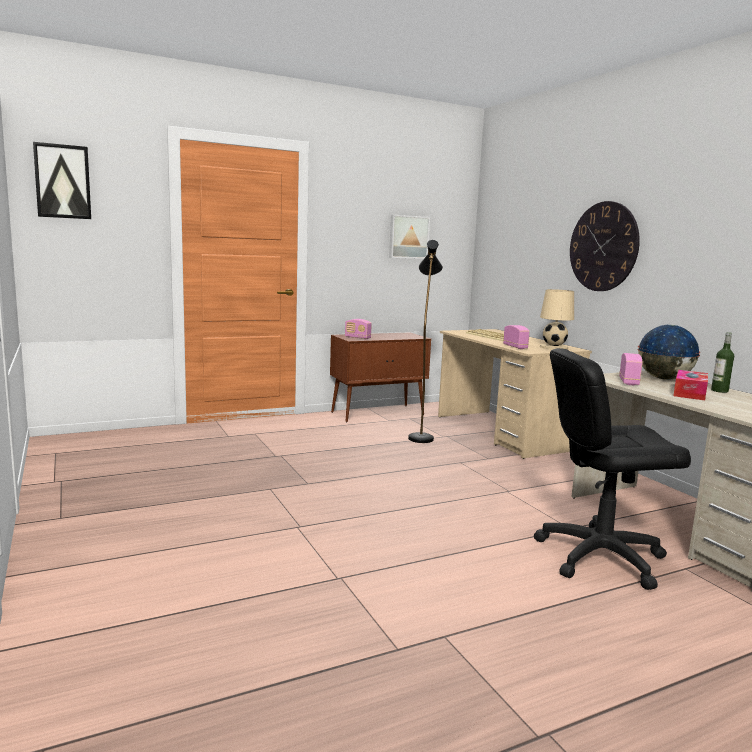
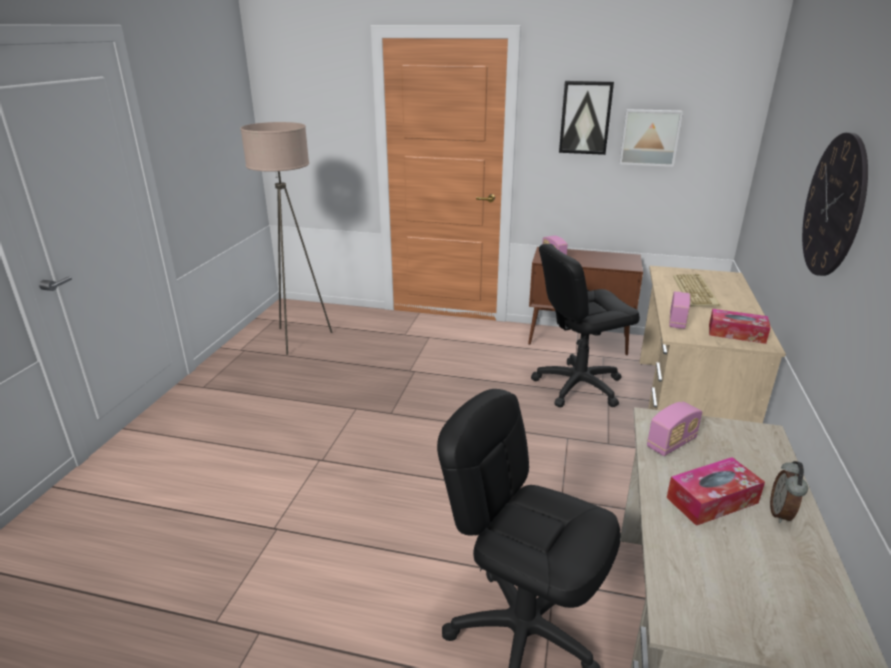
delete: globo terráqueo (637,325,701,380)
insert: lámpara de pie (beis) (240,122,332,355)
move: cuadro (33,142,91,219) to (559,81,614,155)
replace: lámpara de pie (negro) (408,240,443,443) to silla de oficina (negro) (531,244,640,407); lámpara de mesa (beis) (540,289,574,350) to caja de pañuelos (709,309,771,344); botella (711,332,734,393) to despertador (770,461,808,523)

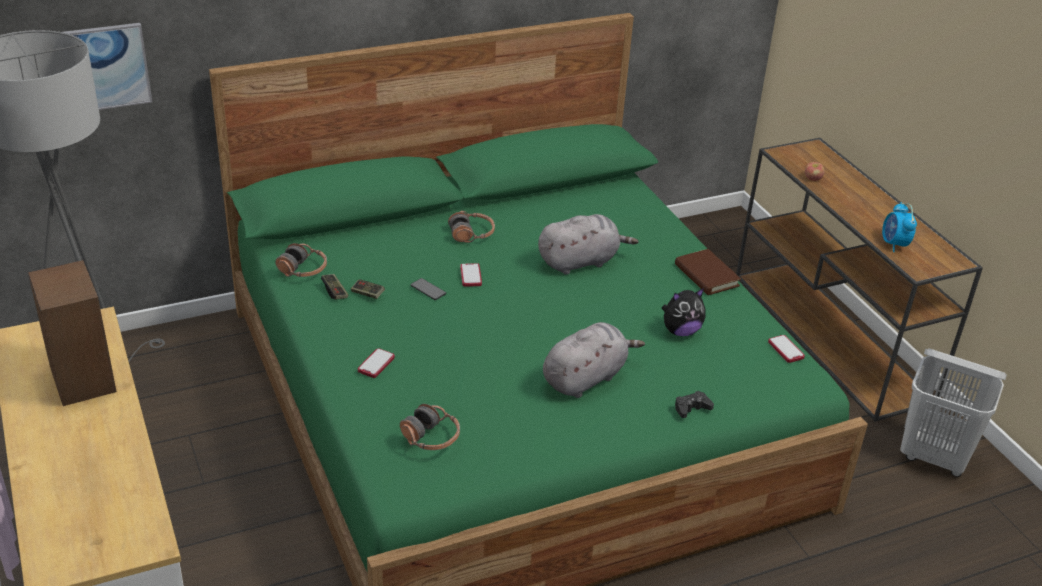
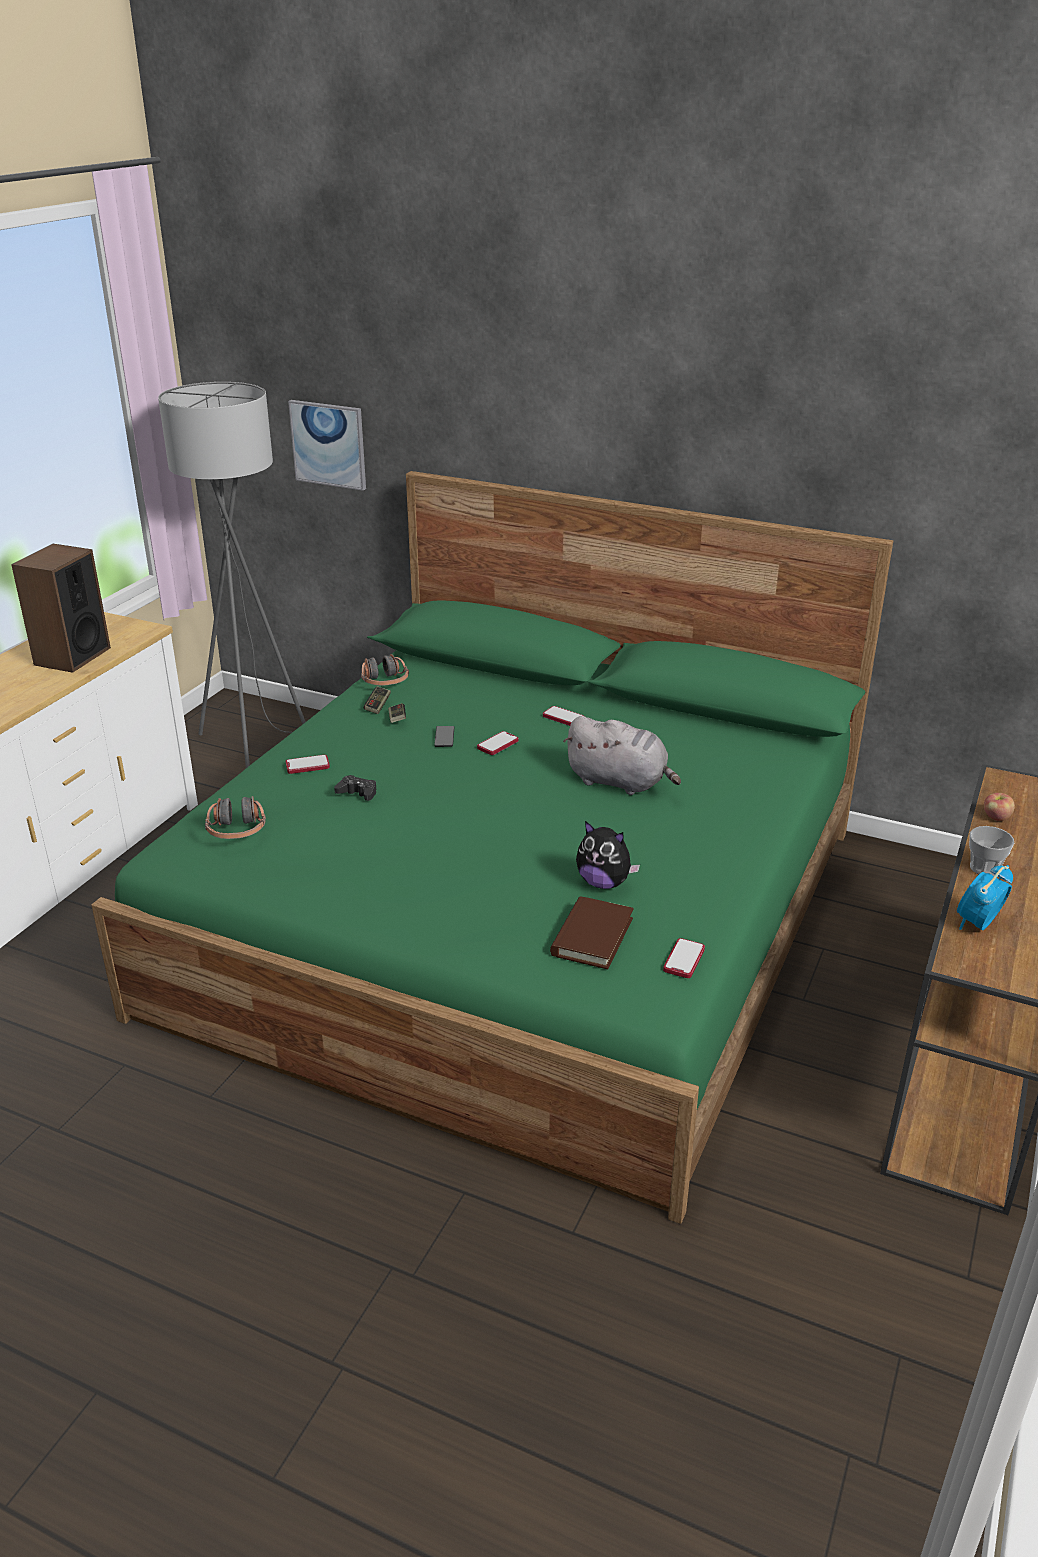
delete: peluche (gris) (543,322,645,398); cesto de la ropa (blanco) (900,348,1007,477)
insert: taza (969,826,1014,876)
move: libro (marrón) (675,249,741,295) to (550,896,634,969); mando de consola (negro) (675,391,714,418) to (334,775,376,801)
replace: auriculares (448,211,495,243) to móvil (543,706,584,726)

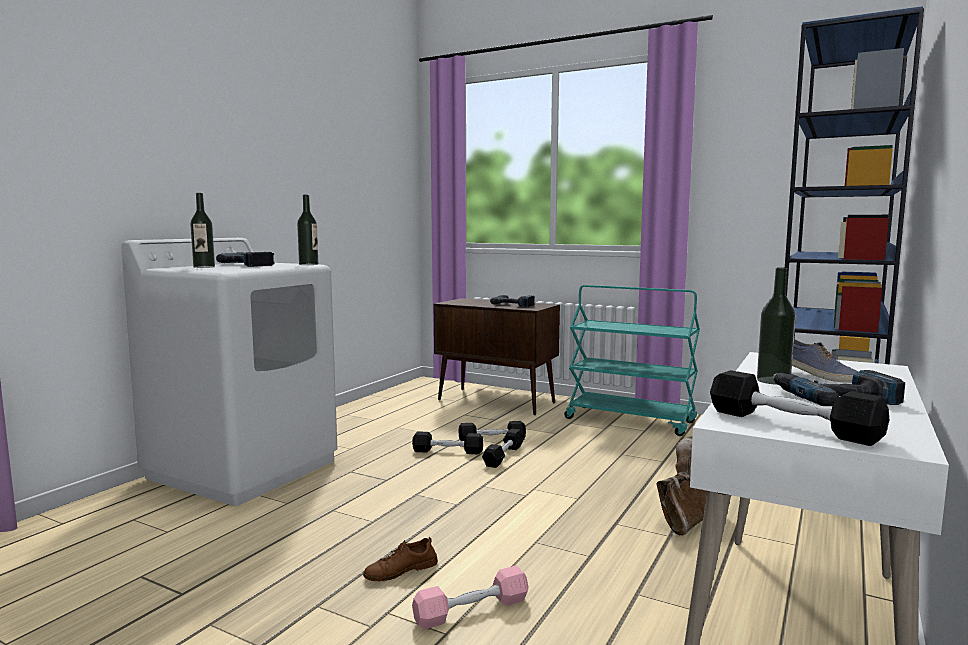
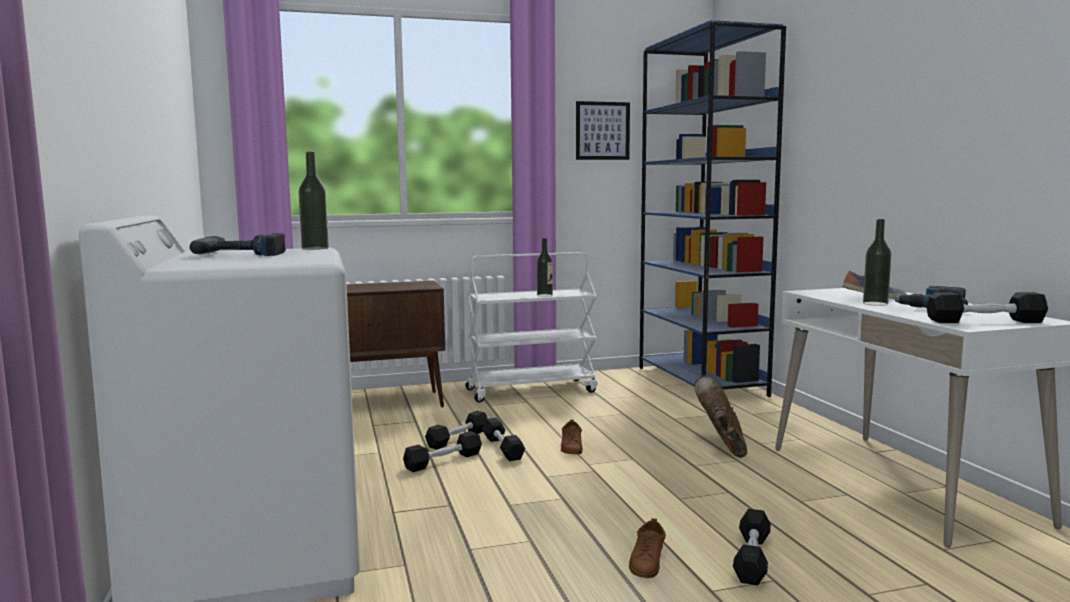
delete: taladro (490,295,535,307)
insert: cuadro (576,101,630,160); zapato (marrón) (561,420,583,454)
move: botella (190,193,215,268) to (537,238,553,297)
recolor: carrito (turquesa) (564,285,700,436) to carrito (blanco) (465,252,598,403); mancuerna (rosa) (412,566,528,629) to mancuerna (negro) (733,509,771,585)

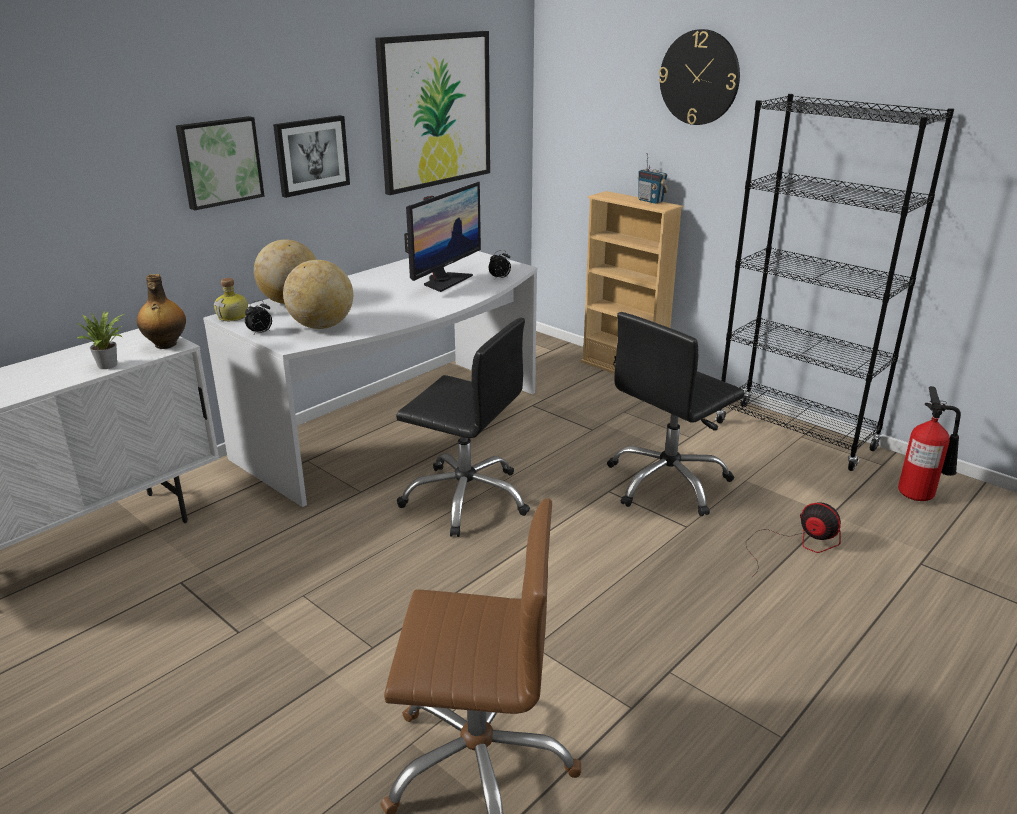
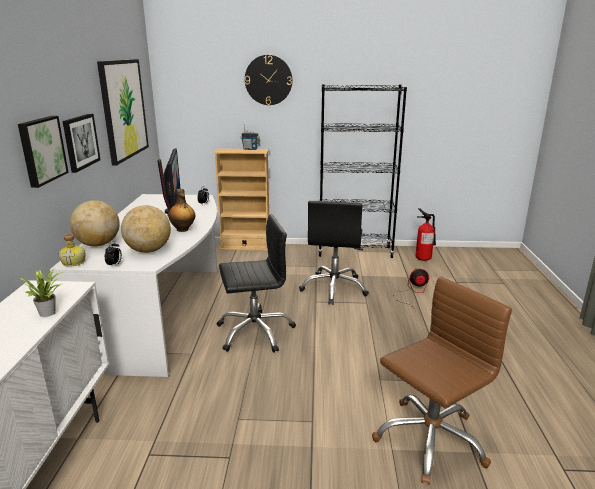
move: botella (137,274,186,349) to (168,189,195,232)

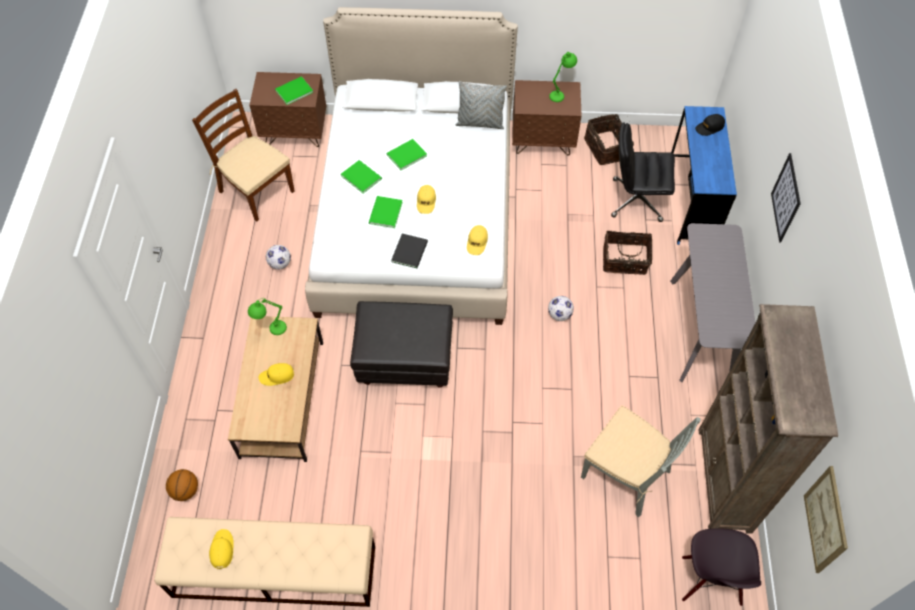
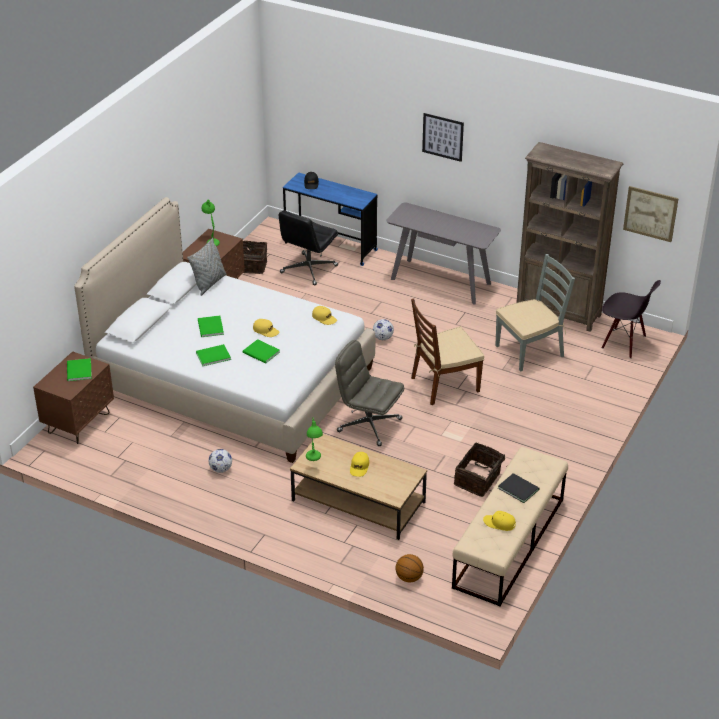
move: silla (marrón) (192,89,294,222) to (411,299,484,406); cesta (603,231,653,275) to (454,443,505,497); libro (negro) (391,234,428,268) to (498,473,539,503)
replace: puf (negro) (350,301,453,388) to silla de oficina (gris) (335,340,404,446)

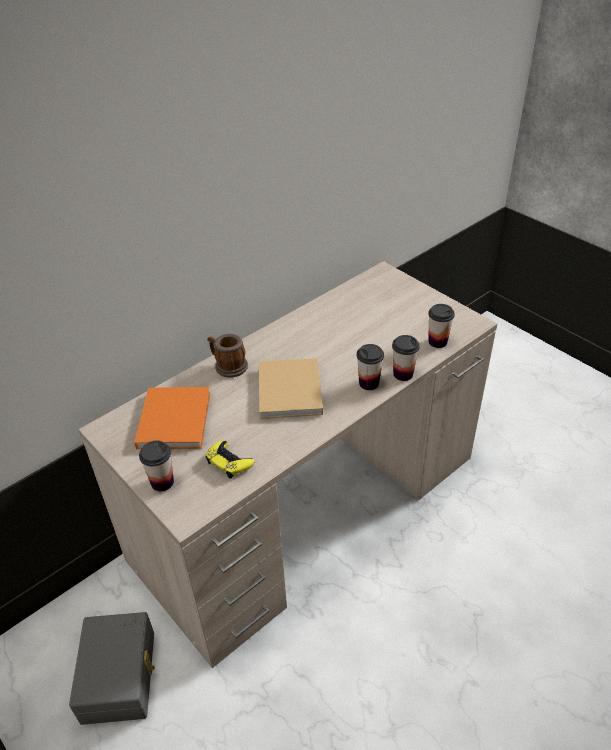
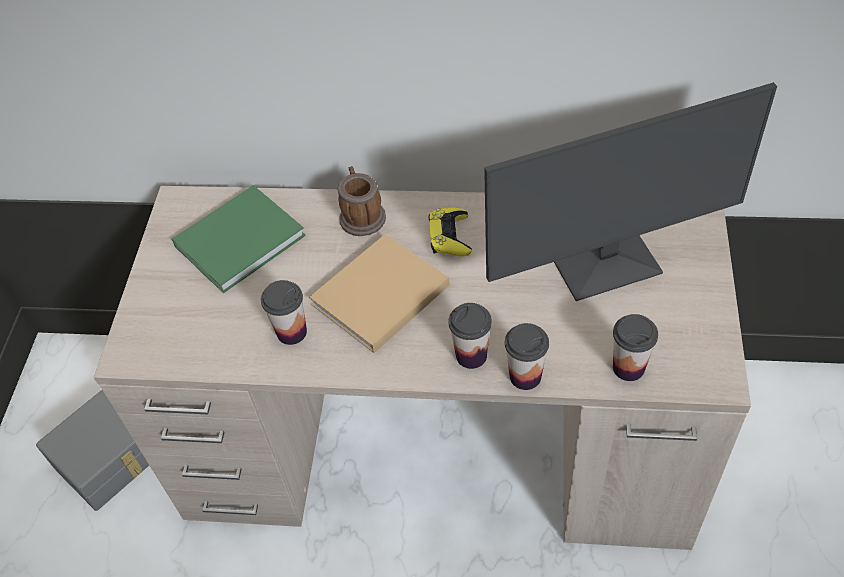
insert: monitor (484,82,777,301)
move: taza (139,440,174,491) to (261,280,307,345); mando de consola (amarillo) (206,441,254,479) to (429,207,472,257)
recolor: libro (naranja) (134,387,210,449) to libro (verde) (172,185,306,293)

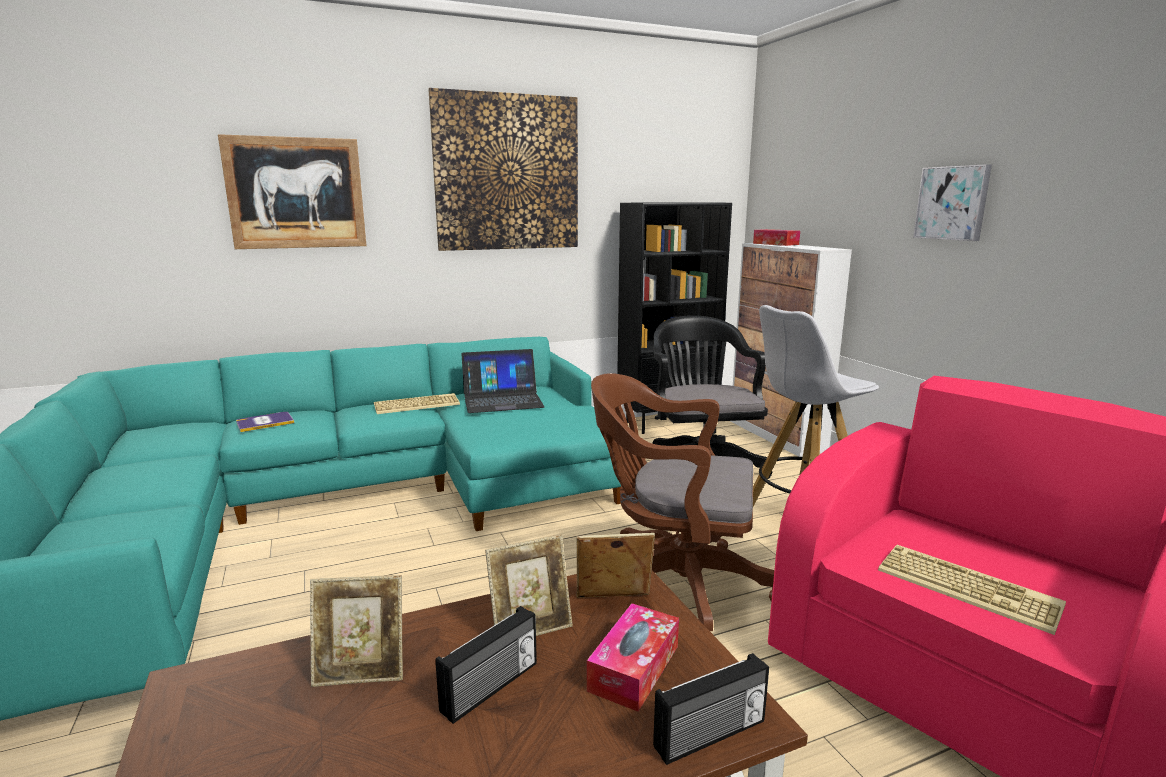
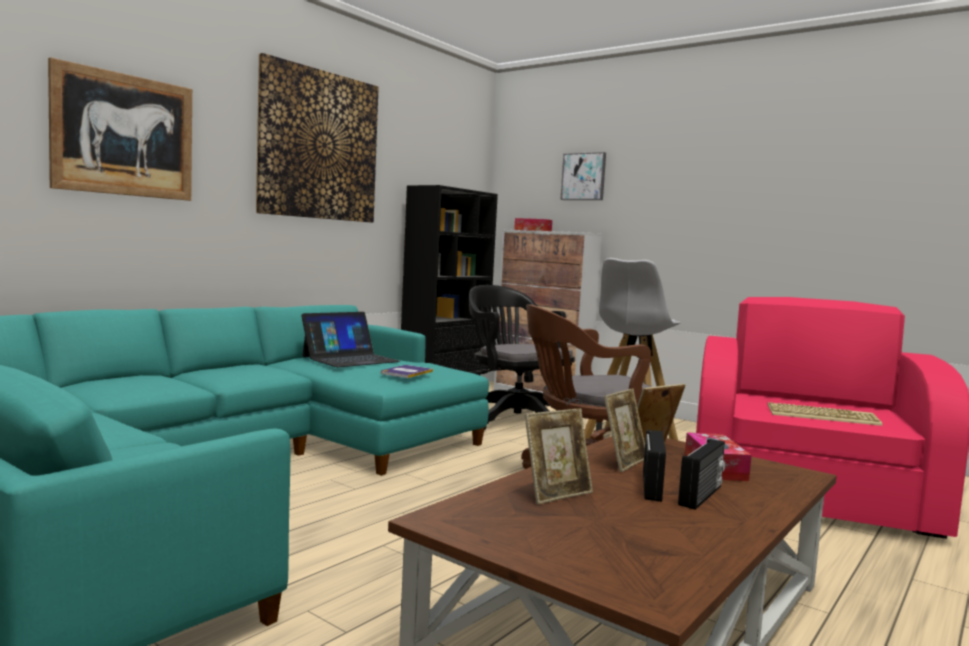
delete: teclado (374,393,460,414)
move: cuadro (913,164,992,241) to (560,152,606,200); libro (236,412,294,432) to (381,365,433,378); radio (653,653,769,765) to (678,439,725,510)

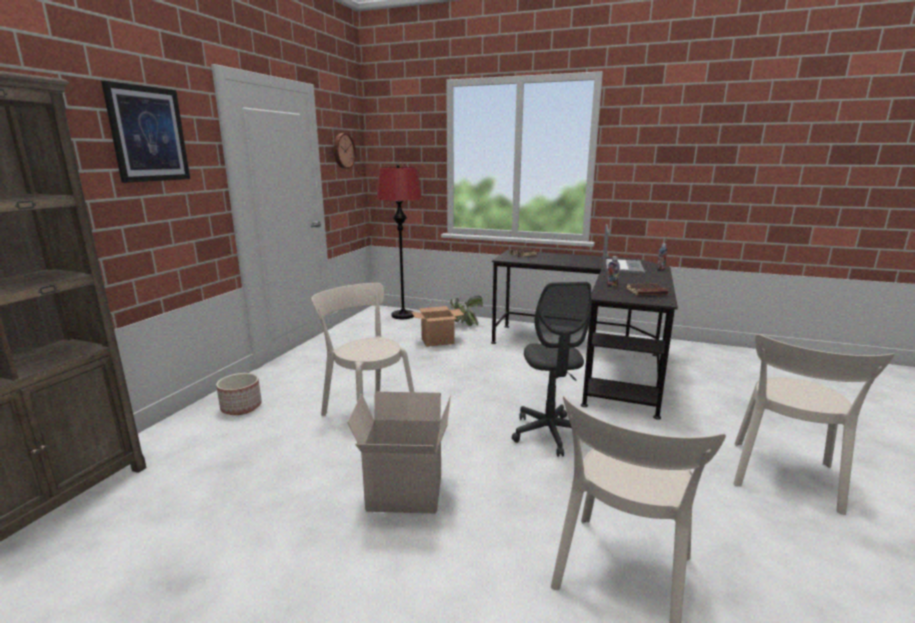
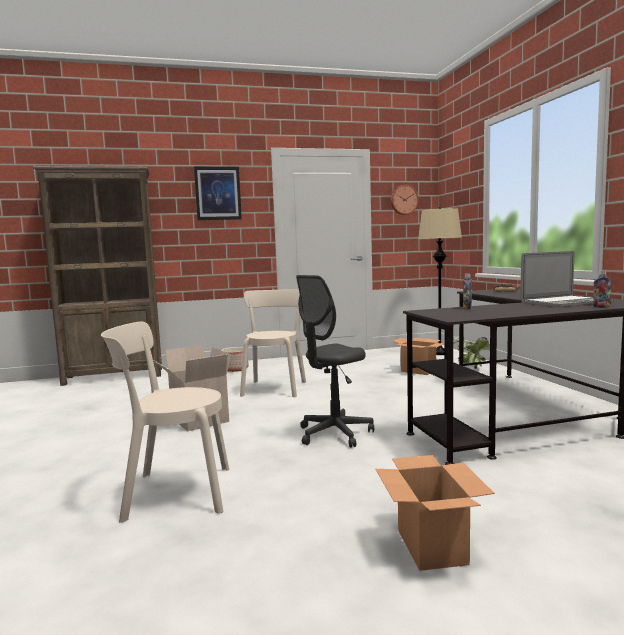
delete: libro (marrón) (626,283,668,296)
replace: silla (beis) (734,334,895,515) to caja de cartón (376,455,495,571)
recolor: lámpara de pie (rojo) (376,165,422,319) to lámpara de pie (beis) (418,207,462,355)

